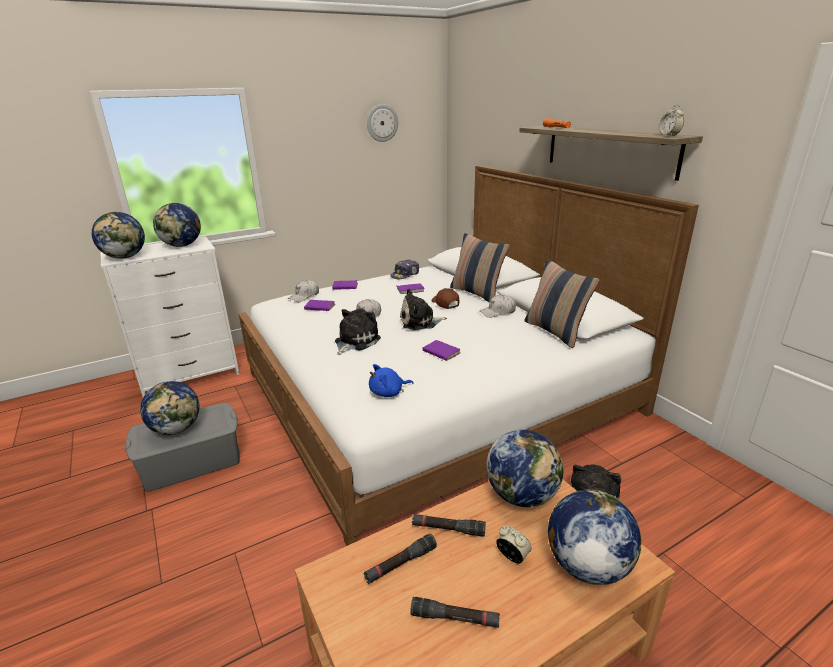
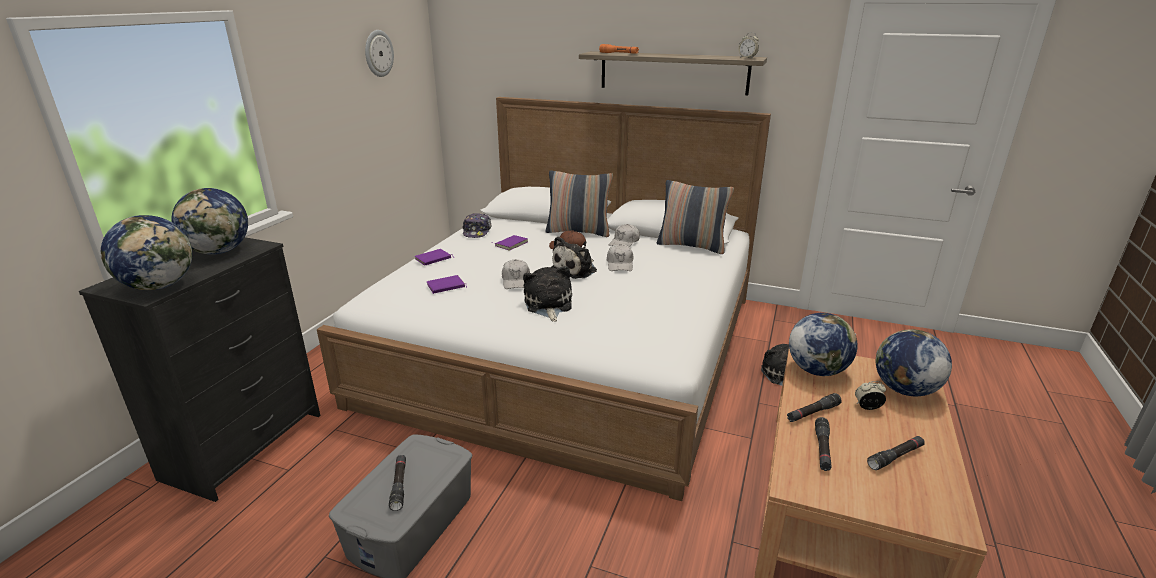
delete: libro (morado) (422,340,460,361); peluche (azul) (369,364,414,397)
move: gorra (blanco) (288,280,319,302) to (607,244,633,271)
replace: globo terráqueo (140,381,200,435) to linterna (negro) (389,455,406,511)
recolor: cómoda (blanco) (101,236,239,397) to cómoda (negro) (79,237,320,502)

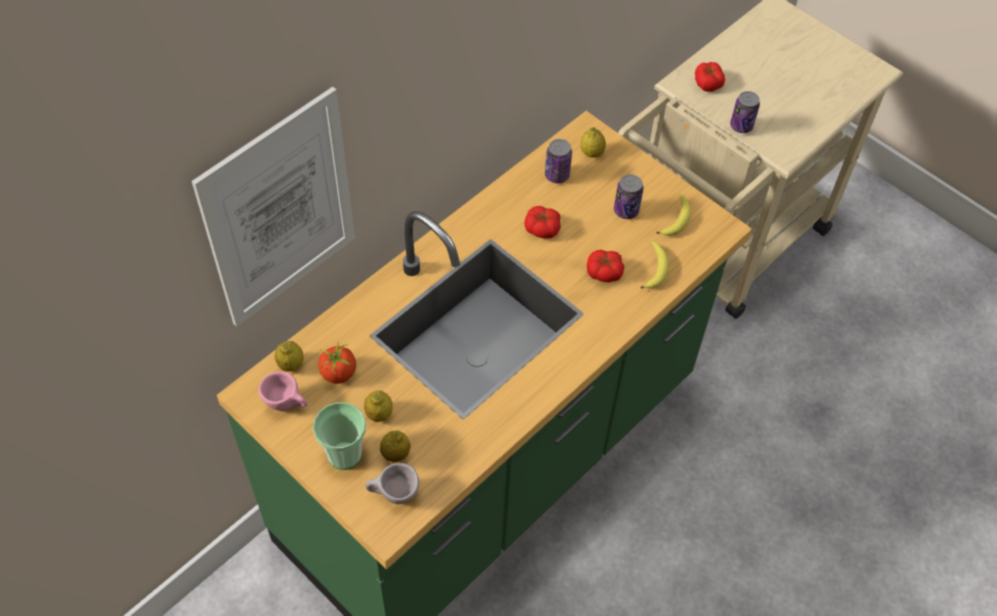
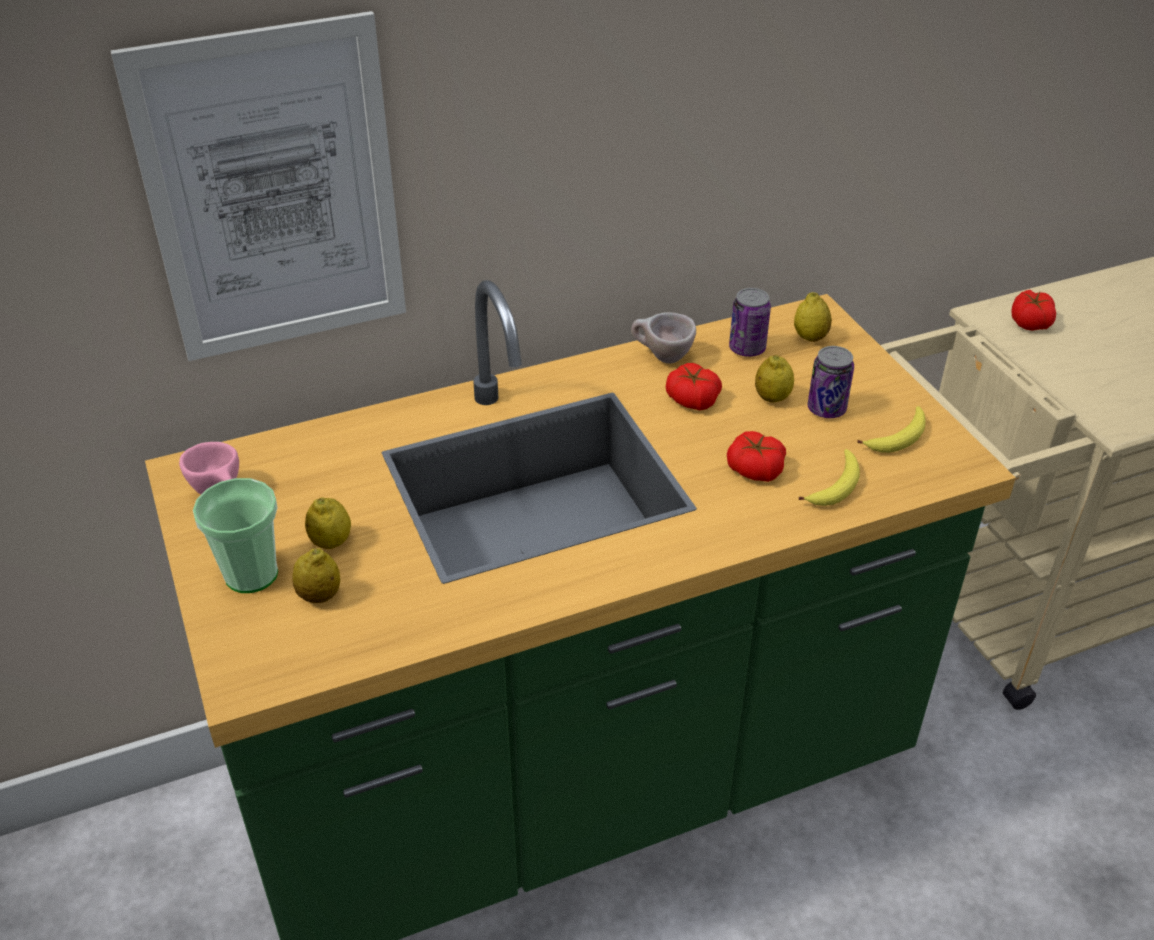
delete: lata (730,91,760,133); tomate (318,341,356,384)
move: limón (275,341,303,372) to (755,355,794,403); taza (beis) (365,463,419,504) to (631,313,696,363)

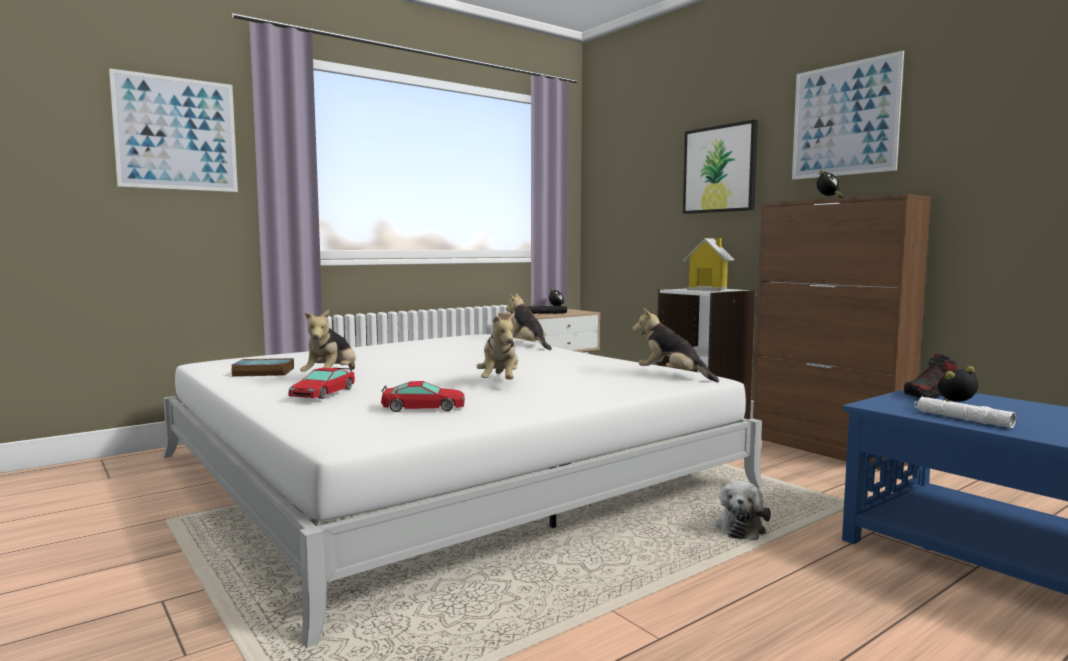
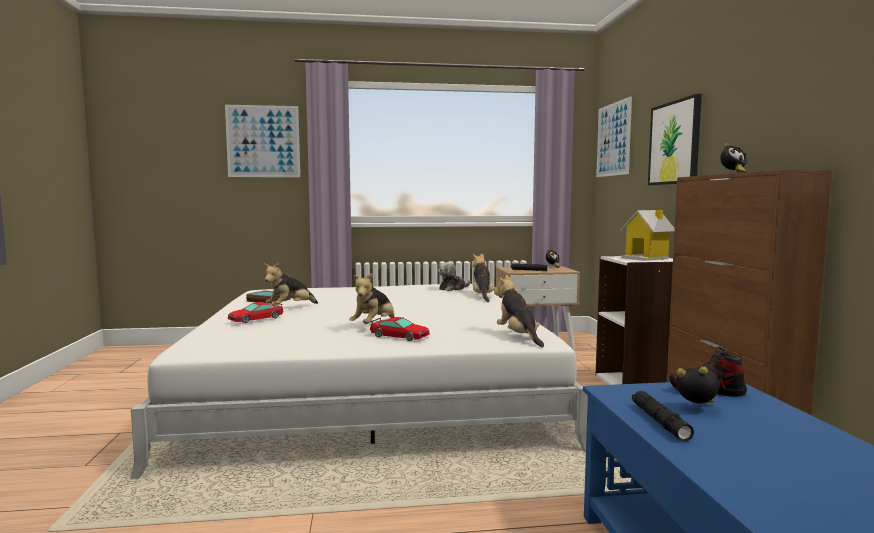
move: cuadro (792,51,904,180) to (596,96,632,177); coche de juguete (381,381,465,412) to (370,317,430,341); peluche (714,481,771,540) to (438,262,471,291)
recolor: linterna (blanco) (914,397,1016,428) to linterna (negro) (632,391,694,441)

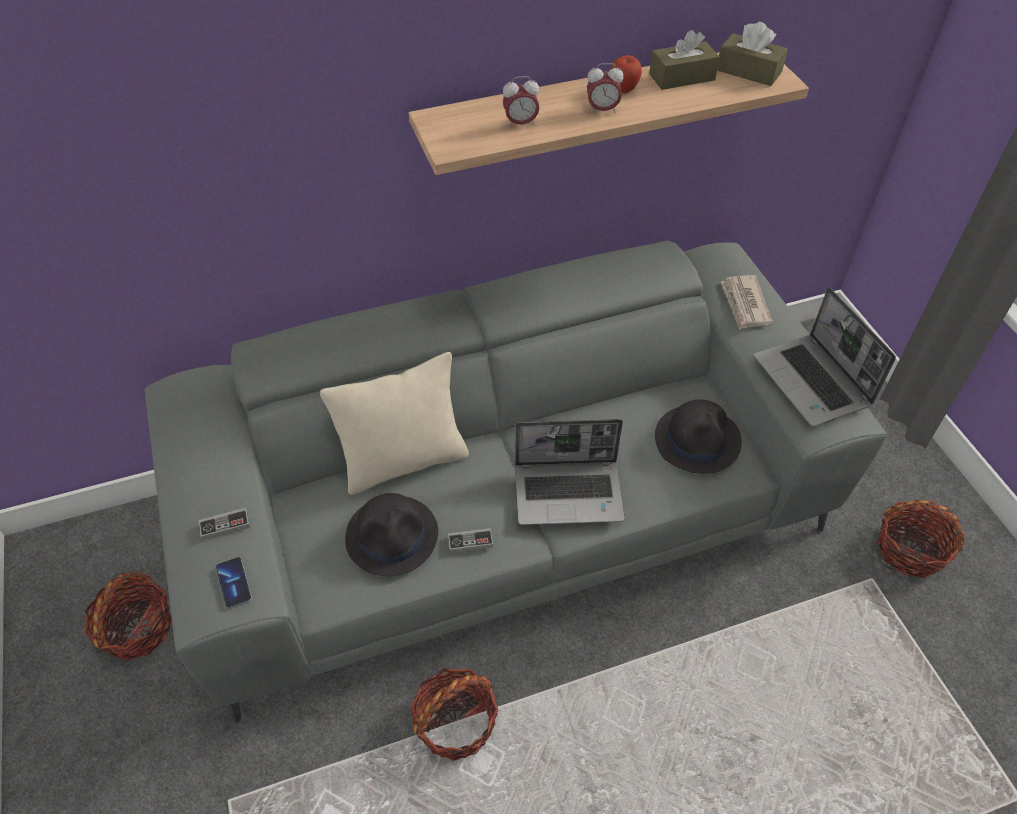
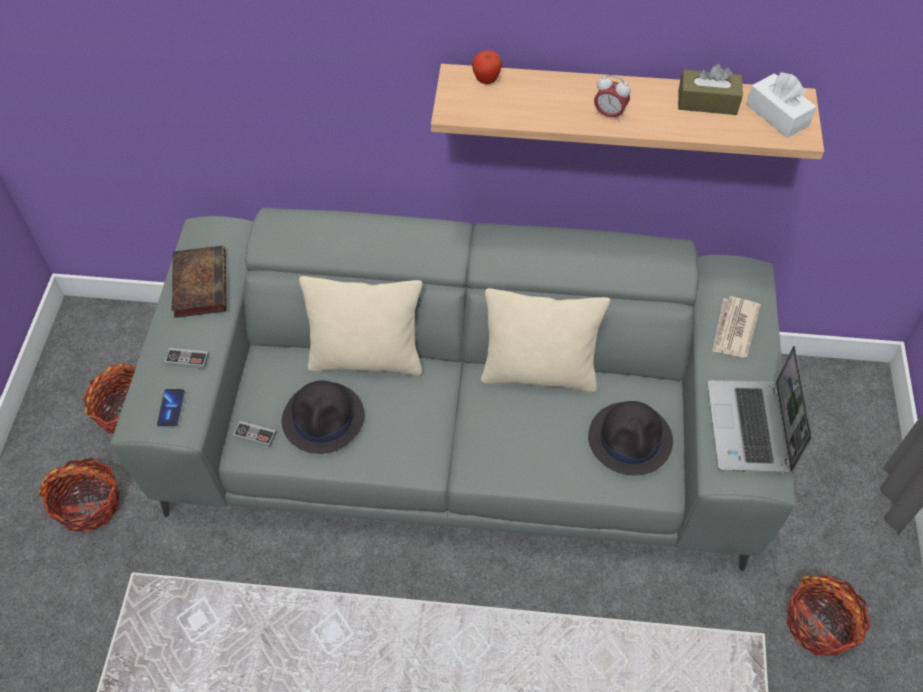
delete: despertador (503,76,540,128); portátil (515,419,625,525)
insert: libro (171,246,227,318); cojín (beis) (481,288,610,393)
move: manzana (611,55,642,93) to (472,50,502,84); mando de consola (448,528,493,553) to (233,421,276,447); cesta (410,668,499,761) to (38,458,120,533)
recolor: caja de pañuelos (marrón) (717,22,788,86) to caja de pañuelos (blanco) (746,72,817,138)

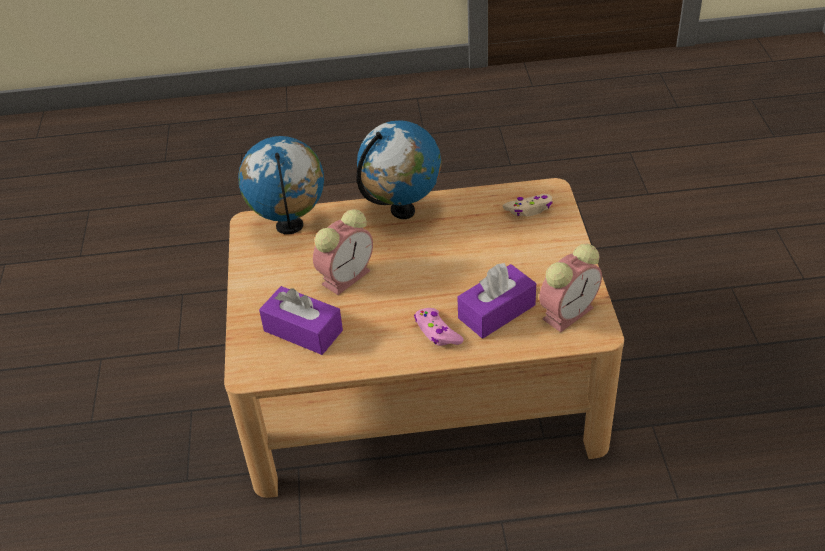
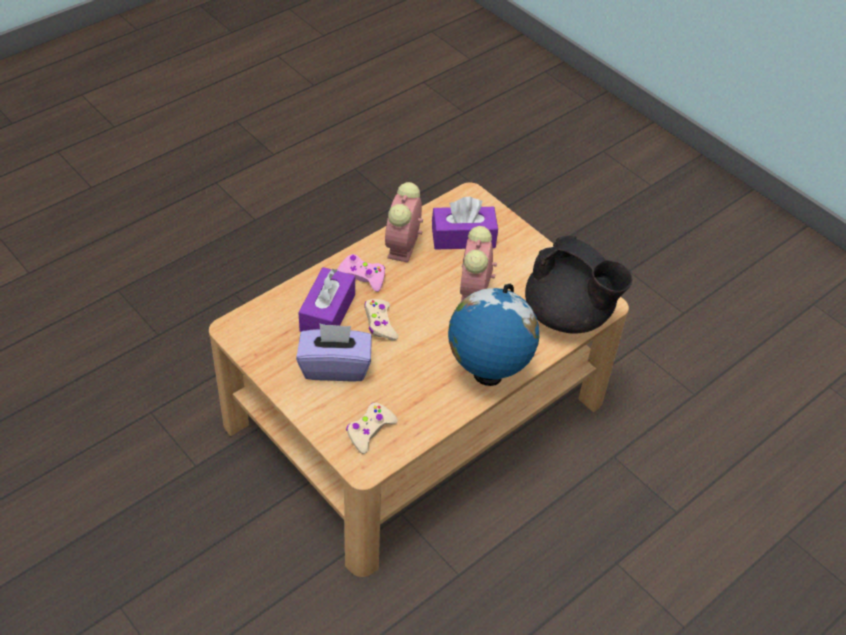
insert: mando de consola (beis) (364,299,398,340); caja de pañuelos (morado) (296,323,372,382)
move: despertador (539,244,602,332) to (385,182,423,263)
replace: globo terráqueo (238,136,324,234) to tetera (negro) (525,236,632,334)

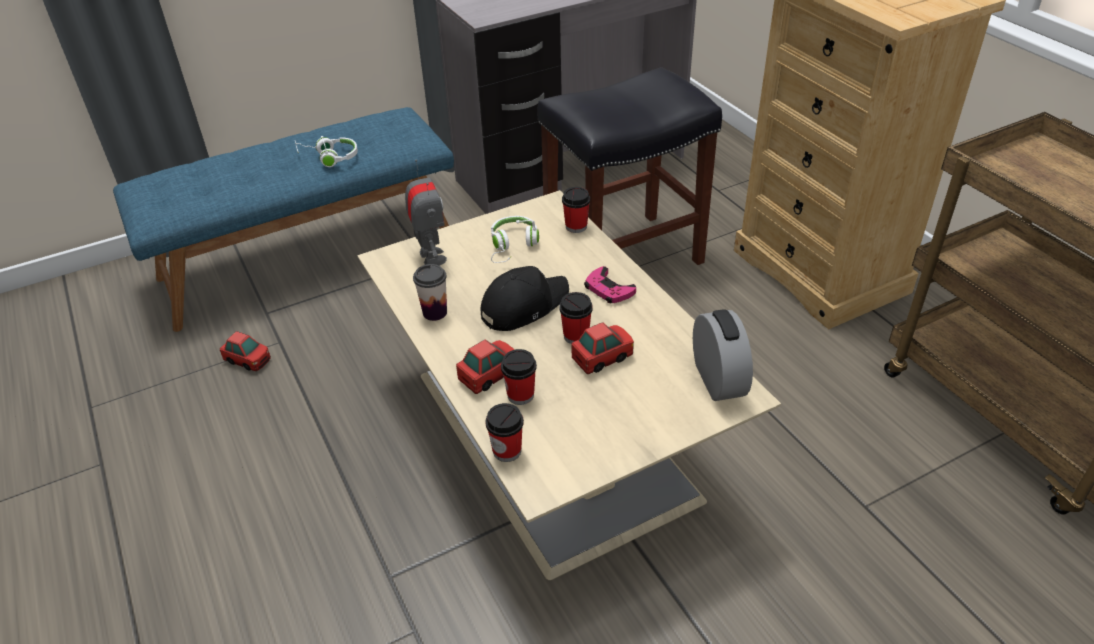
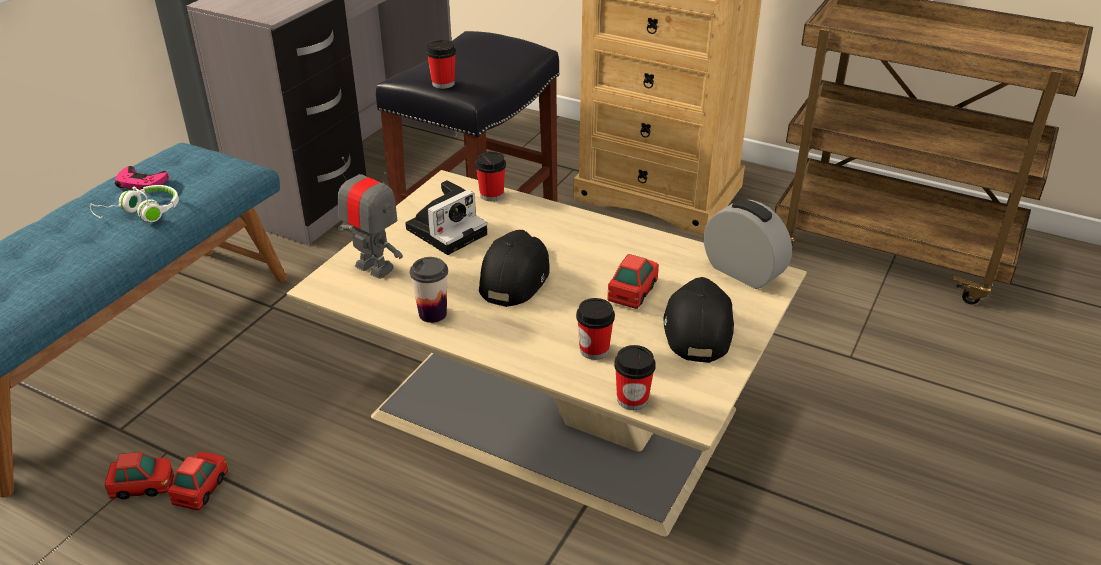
insert: gorra (negro) (663,277,734,363)
move: mando de consola (rosa) (584,266,636,303) to (114,166,169,190); taza (559,292,593,344) to (426,40,456,89); coche de juguete (456,340,515,394) to (167,452,228,510)
replace: auriculares (blanco) (491,216,539,263) to cámara (405,180,487,255)

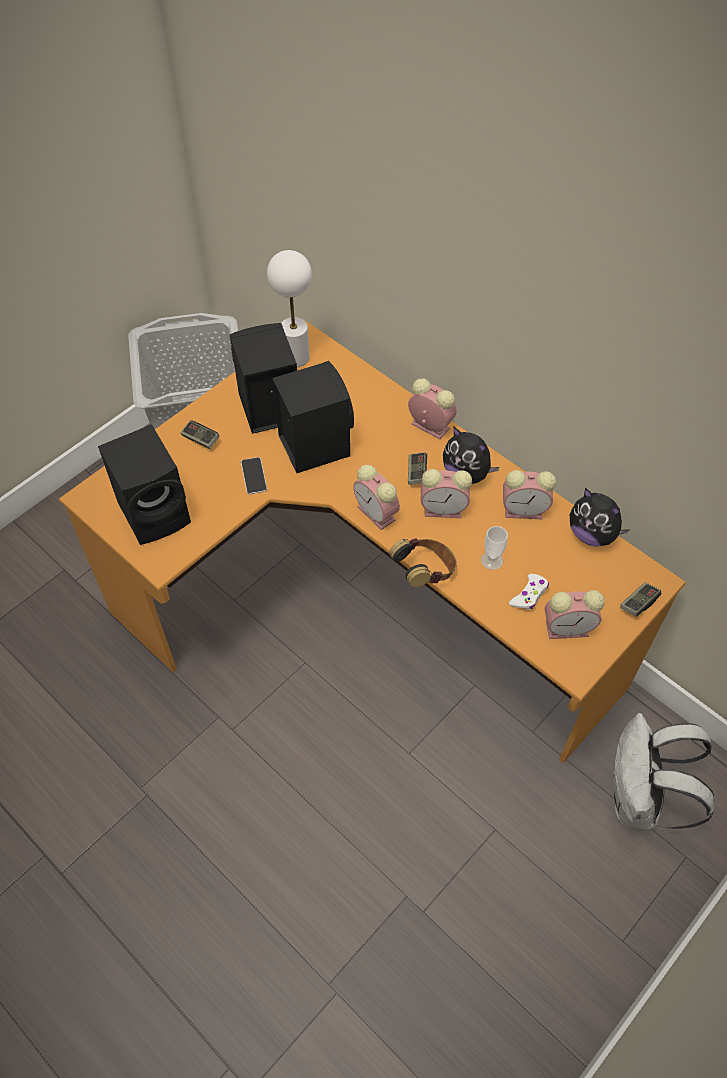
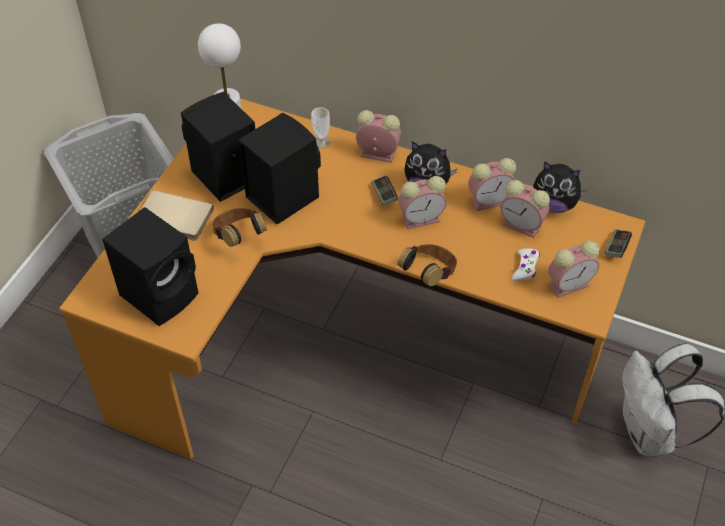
move: despertador (353,465,400,530) to (501,180,550,238); taza (481,526,508,570) to (311,107,331,148)
replace: mando de consola (181,420,220,449) to libro (beis) (141,190,214,241); móvil (241,457,267,494) to auriculares (212,208,267,247)

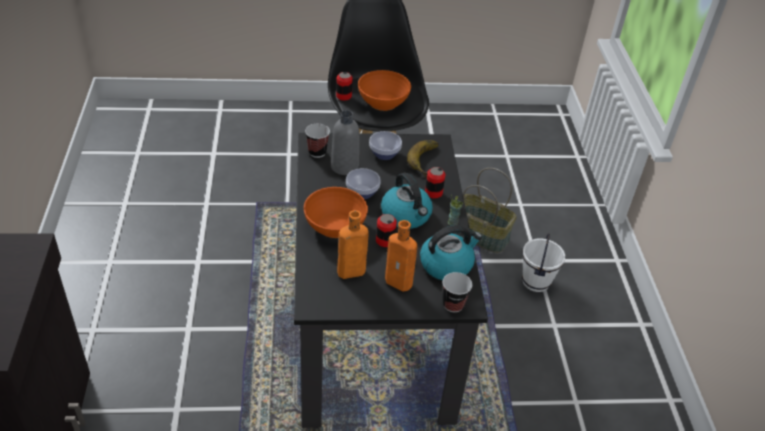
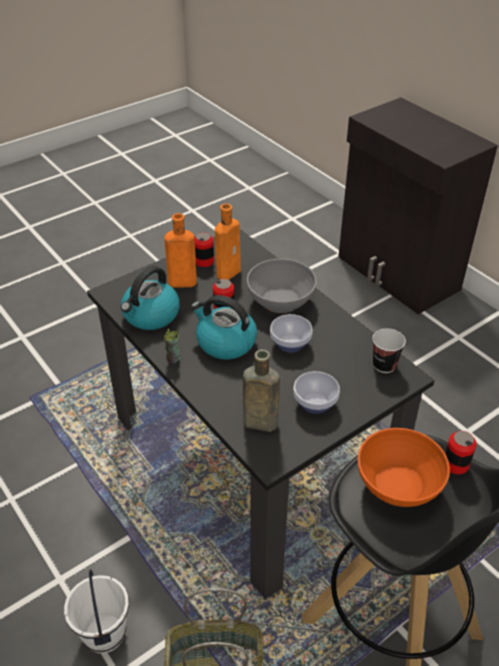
delete: botella (gris) (331,110,359,175); taza (443,272,472,313)
move: lata (425,167,446,199) to (194,232,214,267)
replace: plátano (407,140,439,178) to botella (marrón) (243,349,280,432)
recolor: cuenco (naranja) (303,187,368,238) to cuenco (gris) (247,259,317,313)

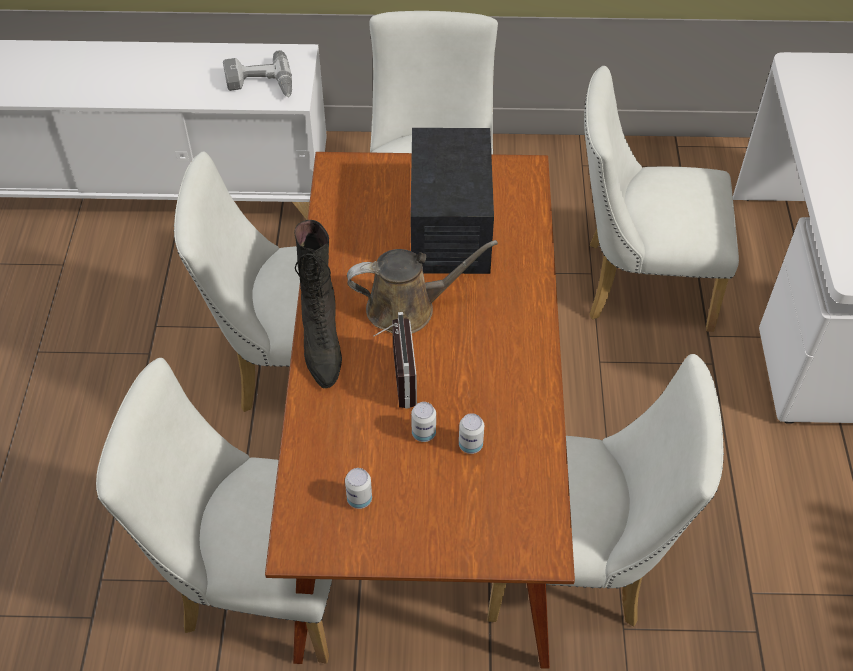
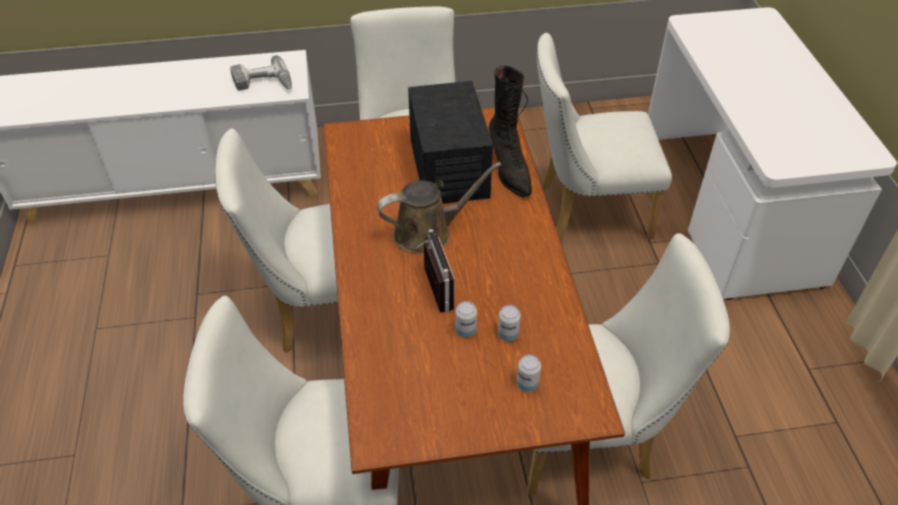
move: bota (negro) (294,220,342,389) to (489,66,532,198); lata (345,468,372,509) to (516,354,541,392)

